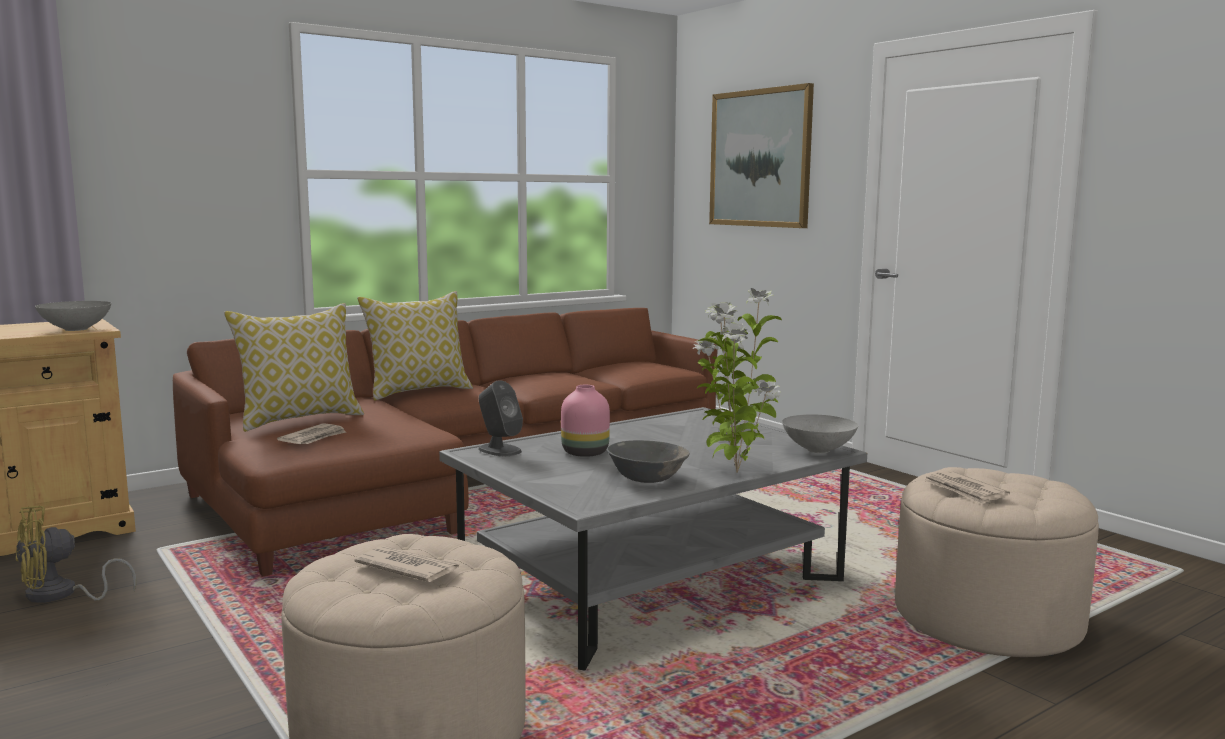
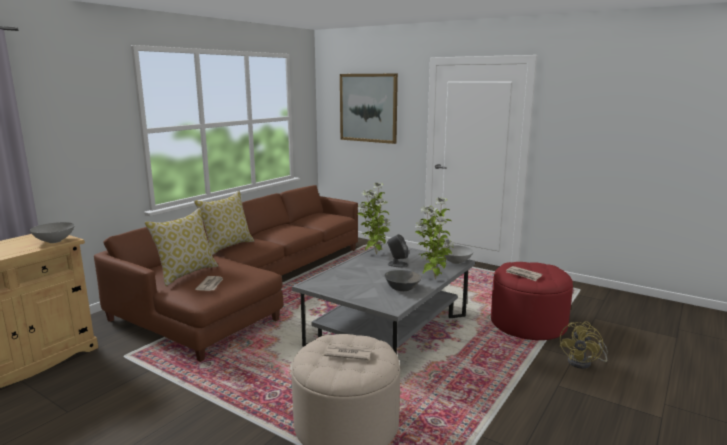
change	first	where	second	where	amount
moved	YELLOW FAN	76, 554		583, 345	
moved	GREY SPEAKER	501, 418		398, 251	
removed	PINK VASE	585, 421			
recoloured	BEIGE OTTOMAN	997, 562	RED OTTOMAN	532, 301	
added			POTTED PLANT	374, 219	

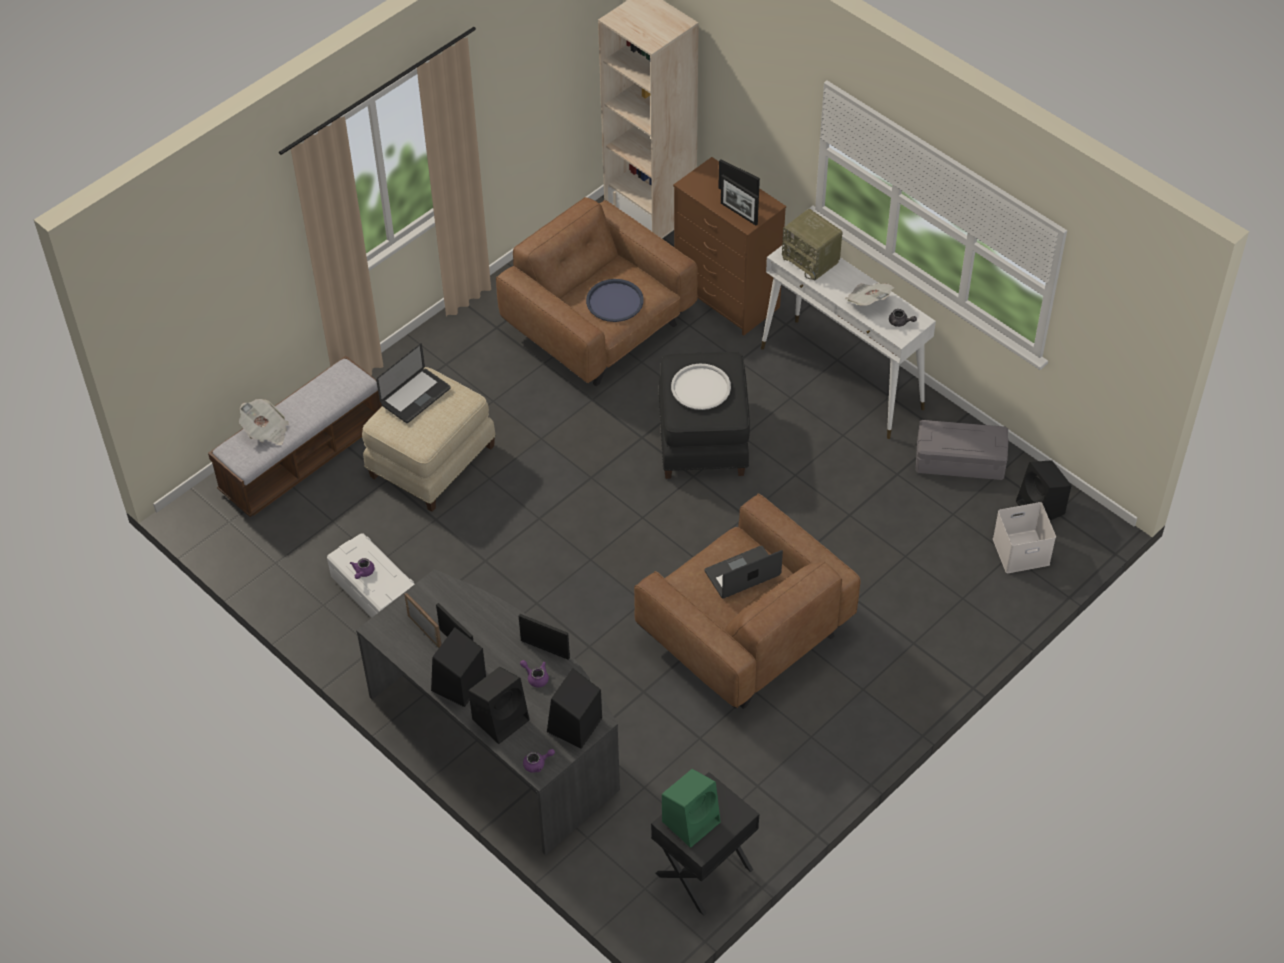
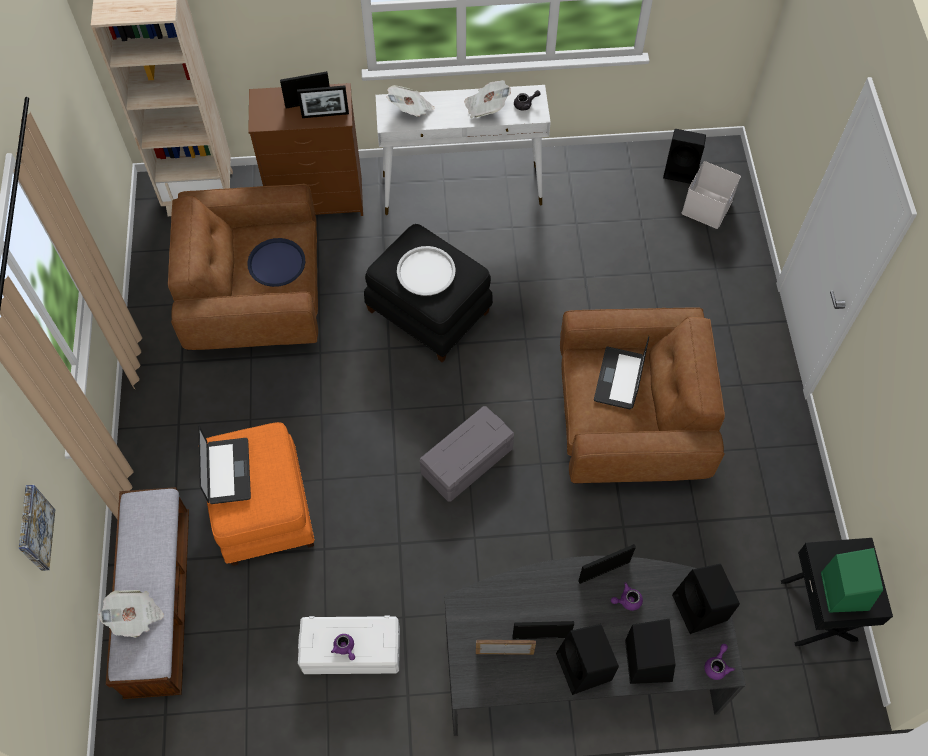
change	first	where	second	where	amount
recoloured	BEIGE OTTOMAN	429, 439	ORANGE OTTOMAN	260, 494	
replaced	RADIO	812, 244	NEWSPAPER	410, 101	
moved	GREY STORAGE BOX	962, 450		467, 454	
added			PICTURE	37, 528	

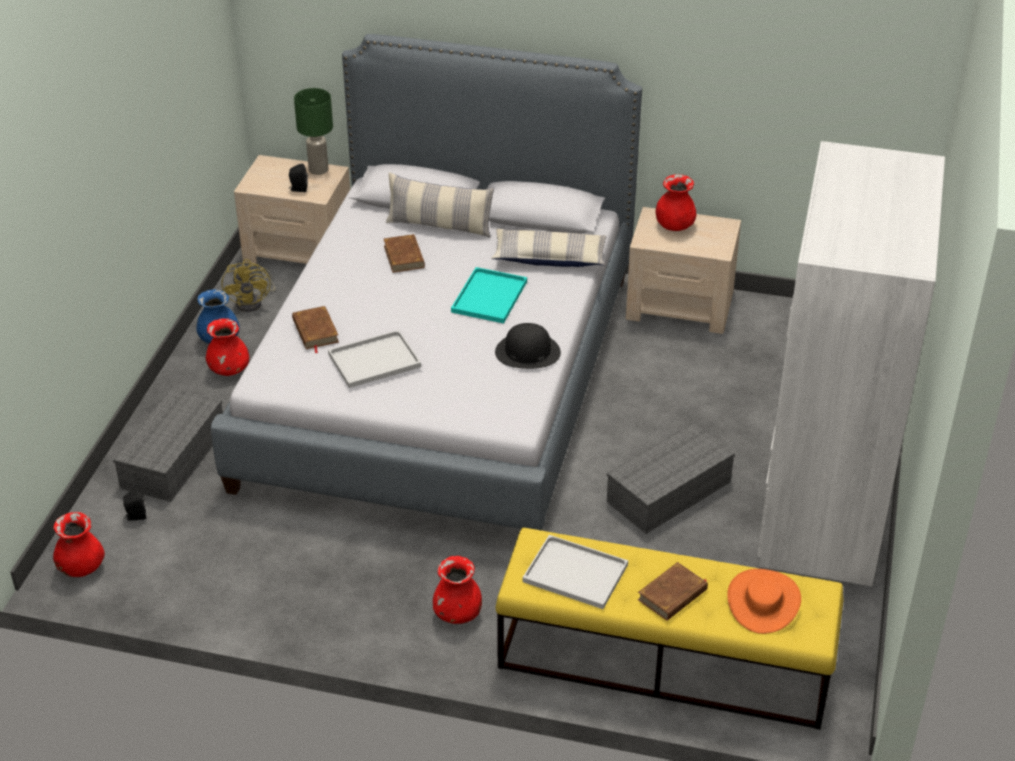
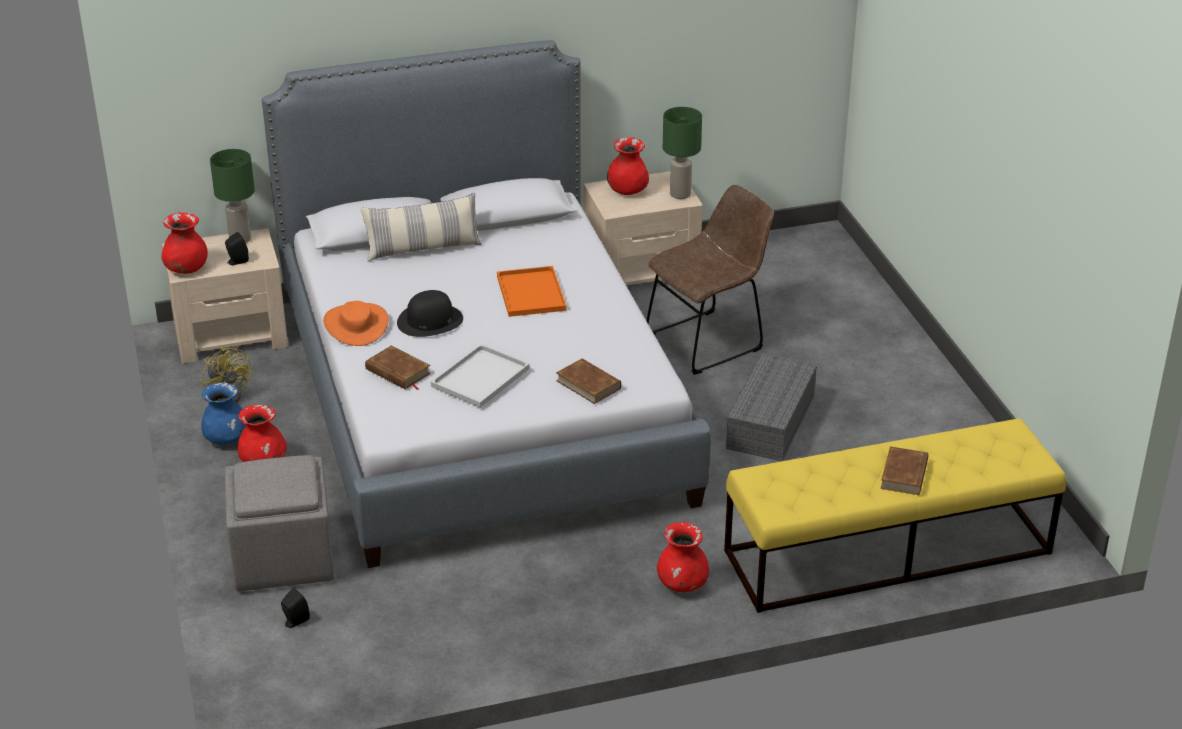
change	first	where	second	where	amount
moved	RED VASE	79, 544		185, 243	
replaced	GREY STORAGE BOX	168, 445	GREY OTTOMAN	279, 523	
moved	BROWN BOOK	404, 253		588, 381	
recoloured	TURQUOISE TRAY	489, 295	ORANGE TRAY	531, 291	
removed	PILLOW	549, 248			
moved	BLACK HAT	528, 346		430, 313	
removed	WHITE TRAY	575, 572			
moved	ORANGE HAT	764, 601		355, 323	
removed	WHITE WARDROBE	851, 363			
added			BROWN CHAIR	710, 280	
added			GREEN TABLE LAMP	682, 153	

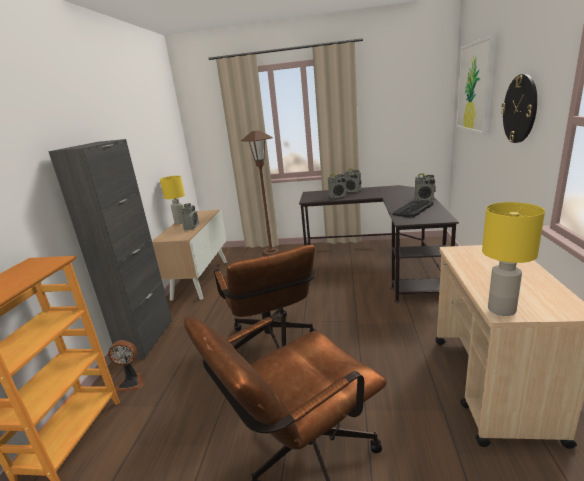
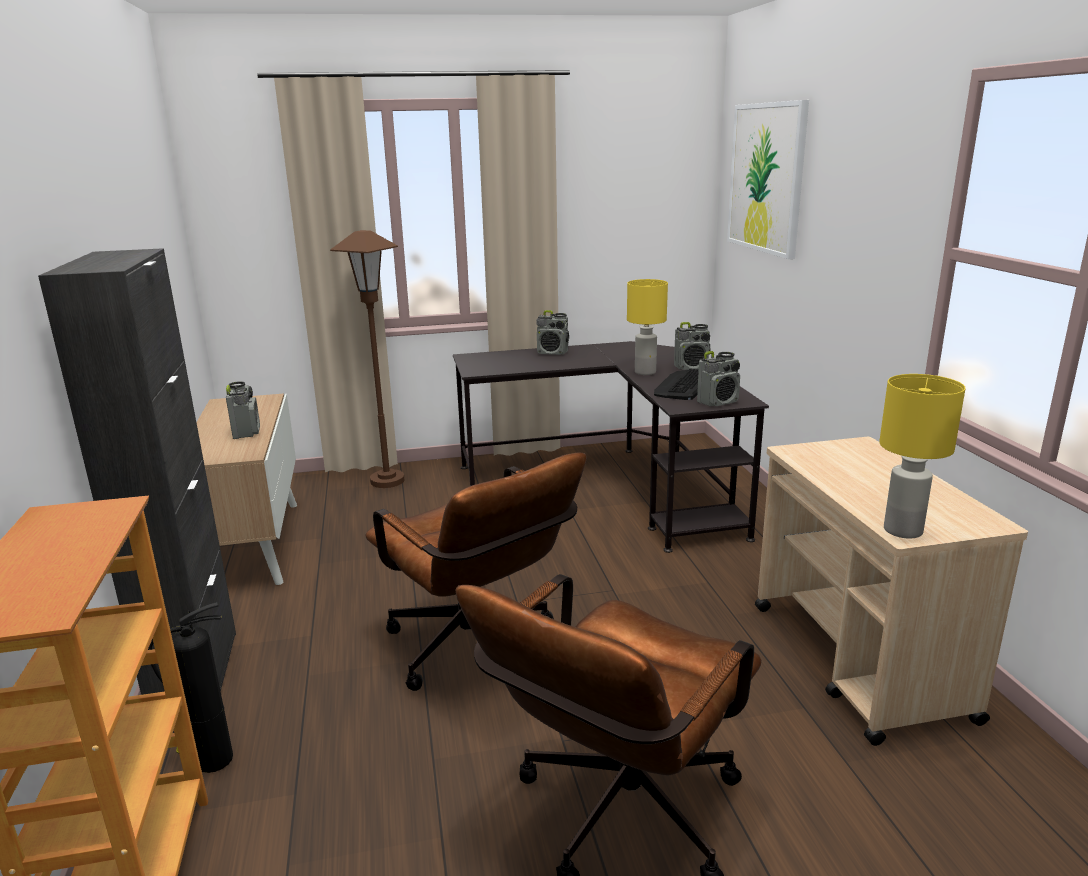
change	first	where	second	where	amount
replaced	FAN	125, 366	FIRE EXTINGUISHER	190, 687	
moved	YELLOW TABLE LAMP	172, 200		647, 327	
moved	RADIO	337, 186		718, 378	
removed	WALL CLOCK	519, 108			

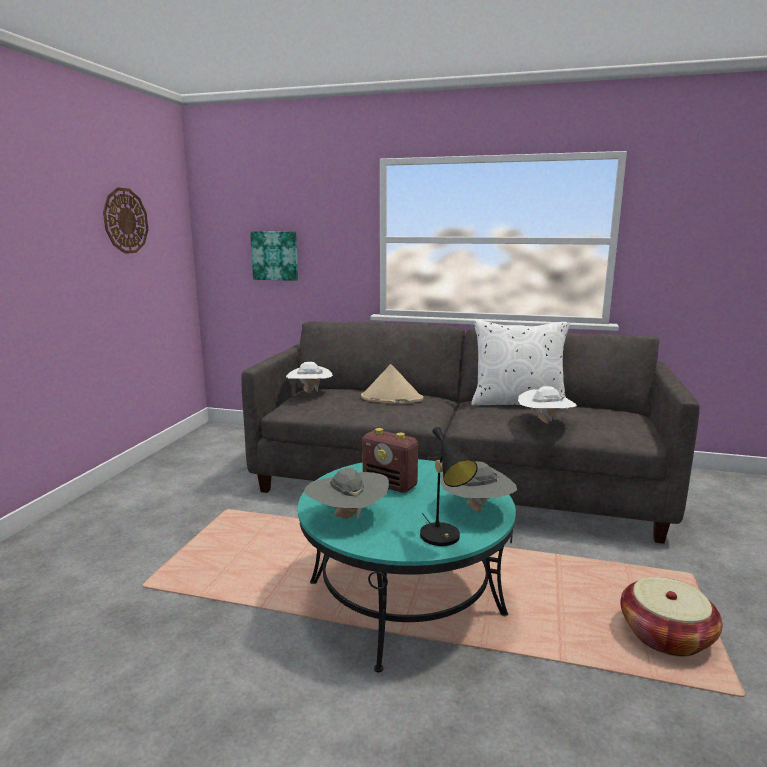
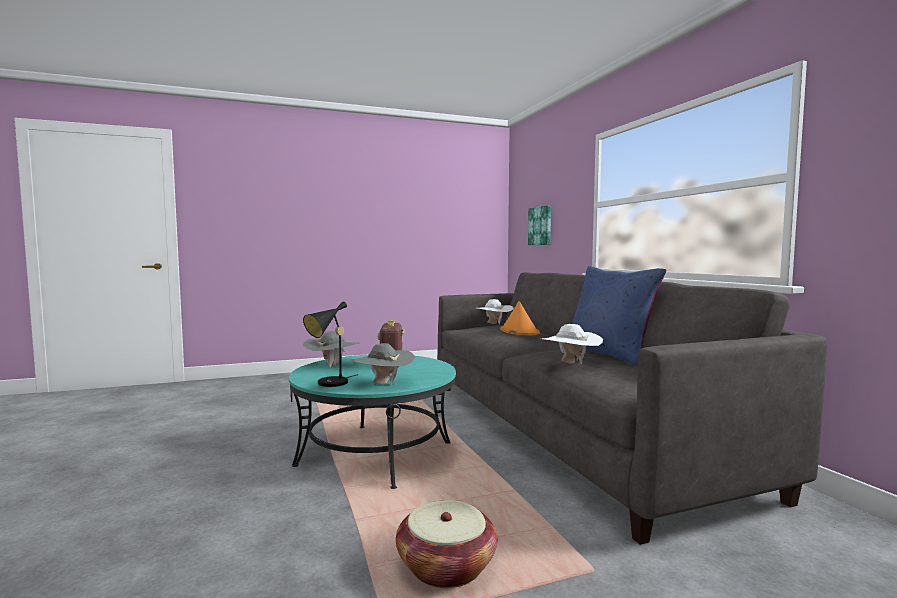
change	first	where	second	where	amount
removed	WALL CLOCK	126, 220			
recoloured	BEIGE HAT	392, 384	ORANGE HAT	520, 318	
recoloured	WHITE PILLOW	520, 364	BLUE PILLOW	620, 316	

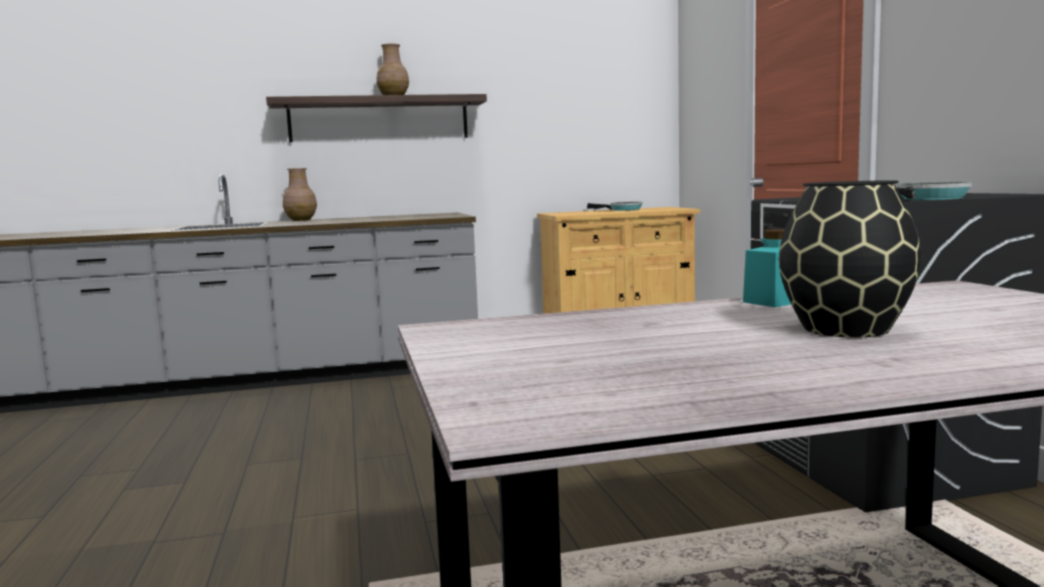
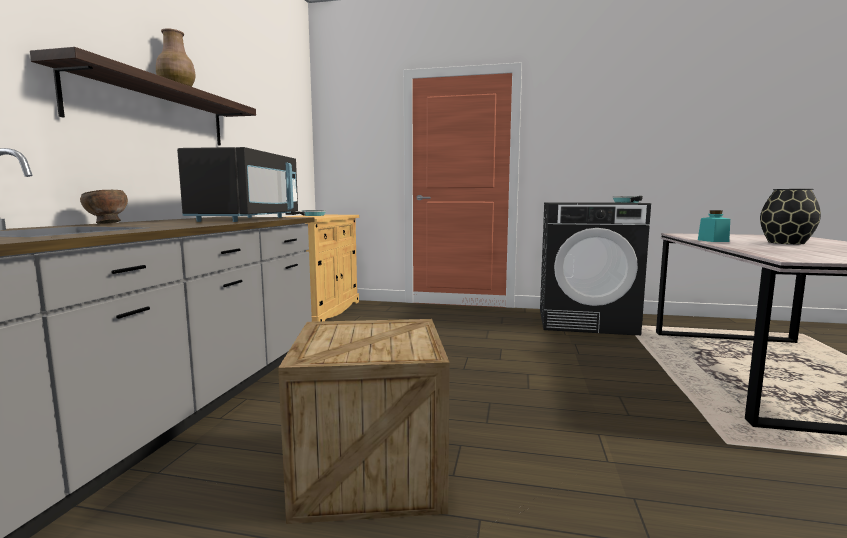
change	first	where	second	where	amount
replaced	BROWN VASE	300, 194	BROWN BOWL	104, 207	
added			BLACK MICROWAVE	237, 184	
added			CRATE	364, 421	

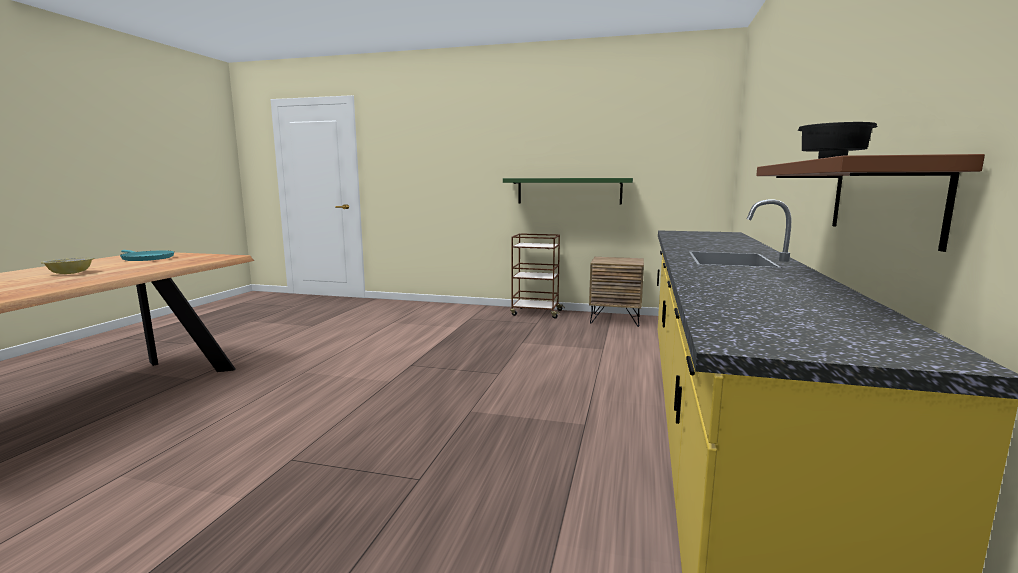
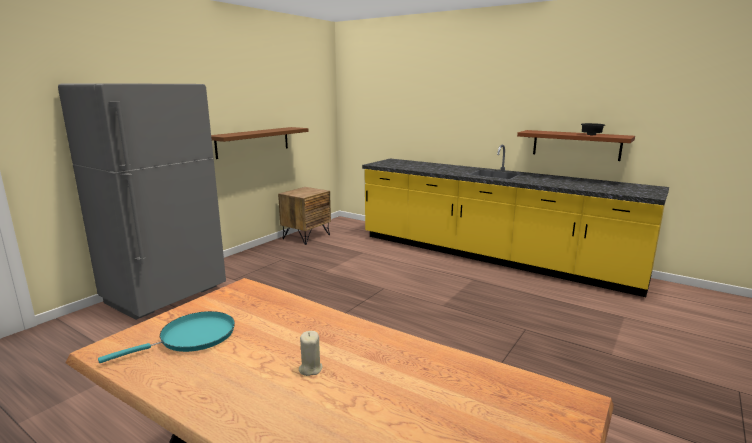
change	first	where	second	where	amount
replaced	BOWL	67, 265	BEIGE CANDLE	311, 353	
recoloured	GREEN SHELF	568, 191	BROWN SHELF	260, 143	
removed	BROWN CART	537, 275			
added			GREY FRIDGE	142, 201	

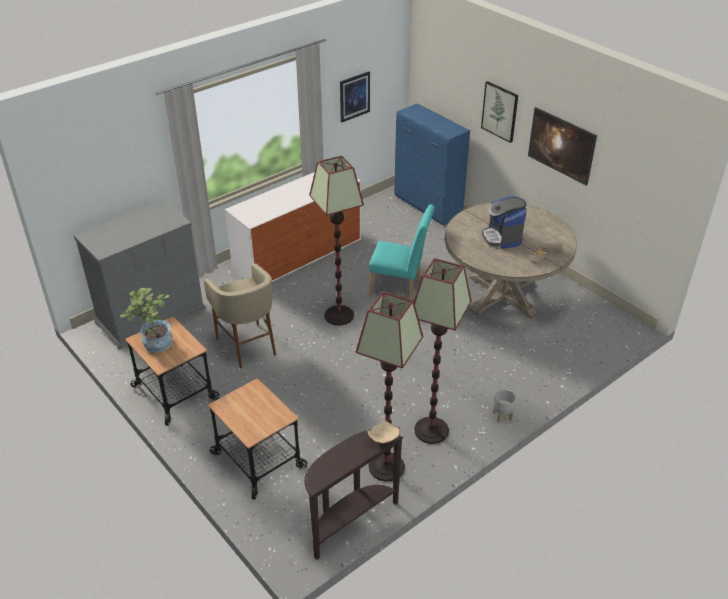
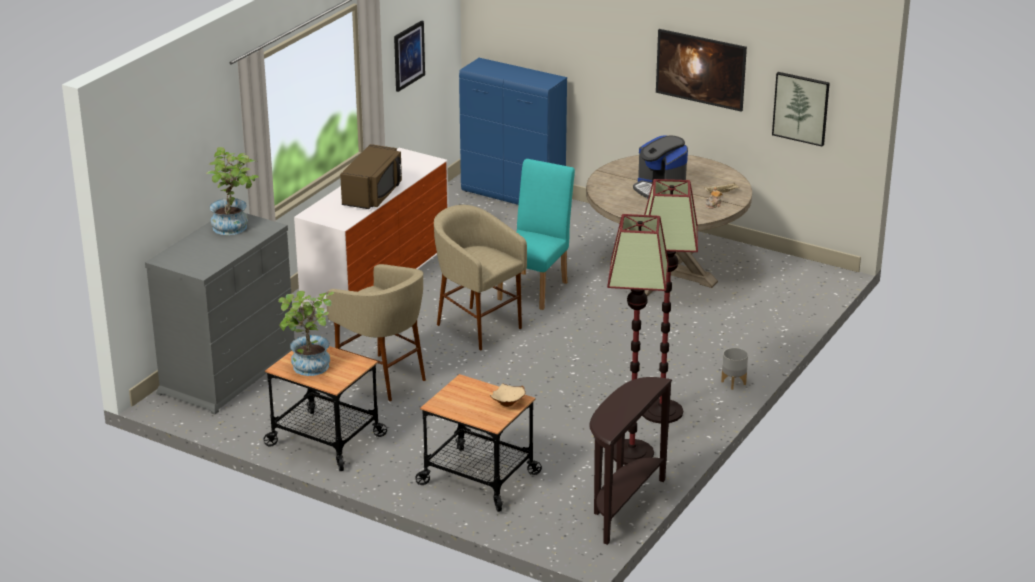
change	first	where	second	where	amount
replaced	FLOOR LAMP	336, 241	BEIGE STOOL	480, 277	
moved	BEIGE BOWL	384, 432		508, 395	
turned	TURQUOISE CHAIR	402, 252		536, 234	60 degrees counterclockwise
moved	PICTURE	499, 112		801, 109	
added			POTTED PLANT	232, 191	
added			BROWN MICROWAVE	371, 176	

